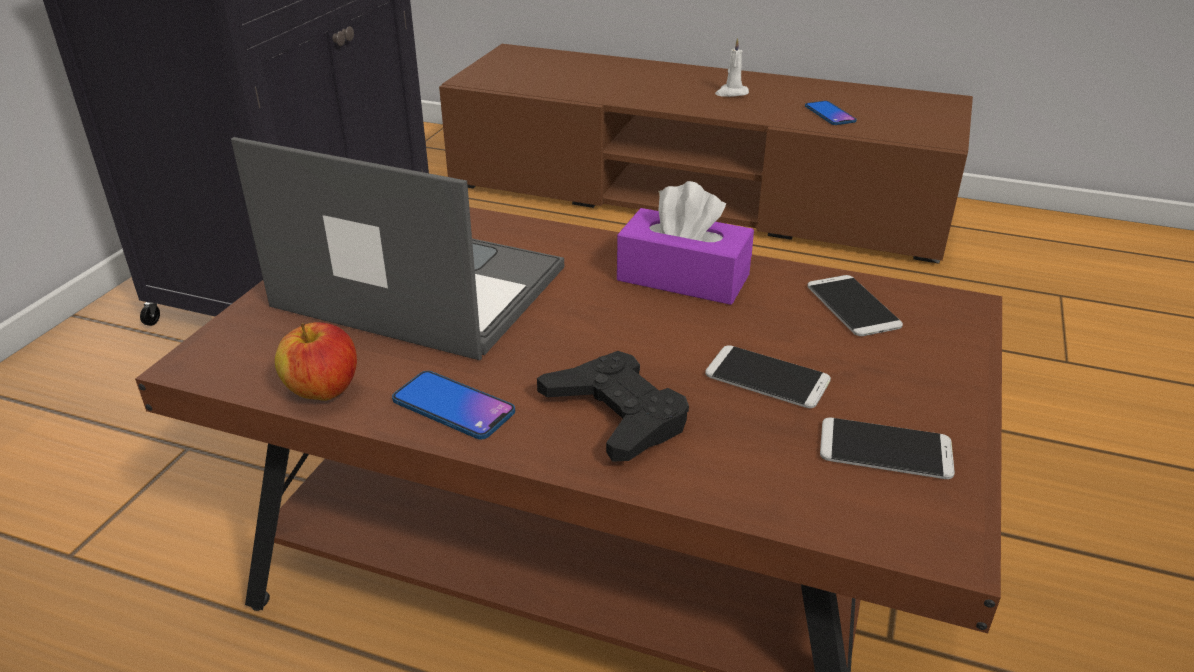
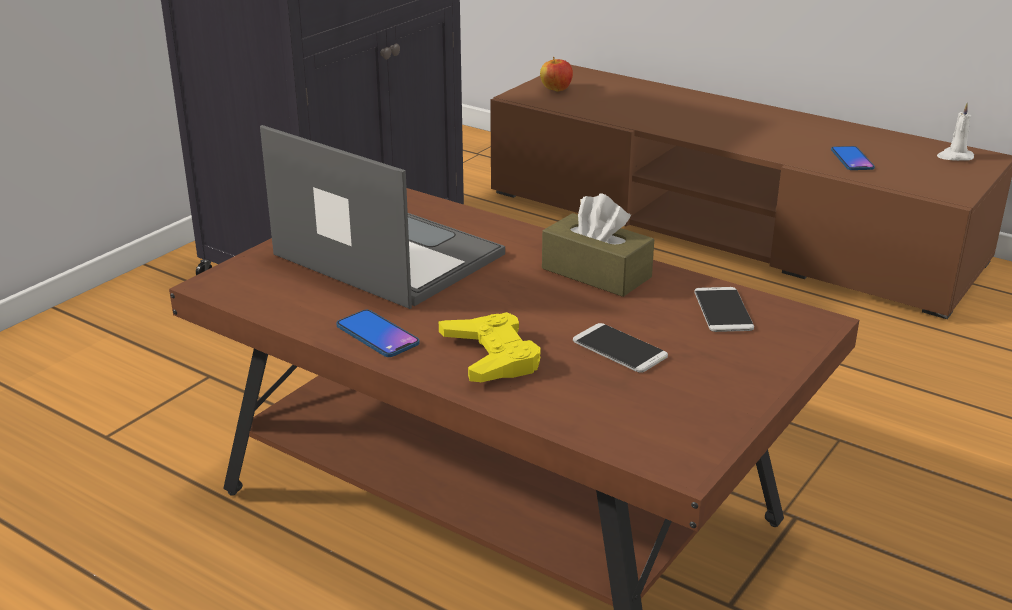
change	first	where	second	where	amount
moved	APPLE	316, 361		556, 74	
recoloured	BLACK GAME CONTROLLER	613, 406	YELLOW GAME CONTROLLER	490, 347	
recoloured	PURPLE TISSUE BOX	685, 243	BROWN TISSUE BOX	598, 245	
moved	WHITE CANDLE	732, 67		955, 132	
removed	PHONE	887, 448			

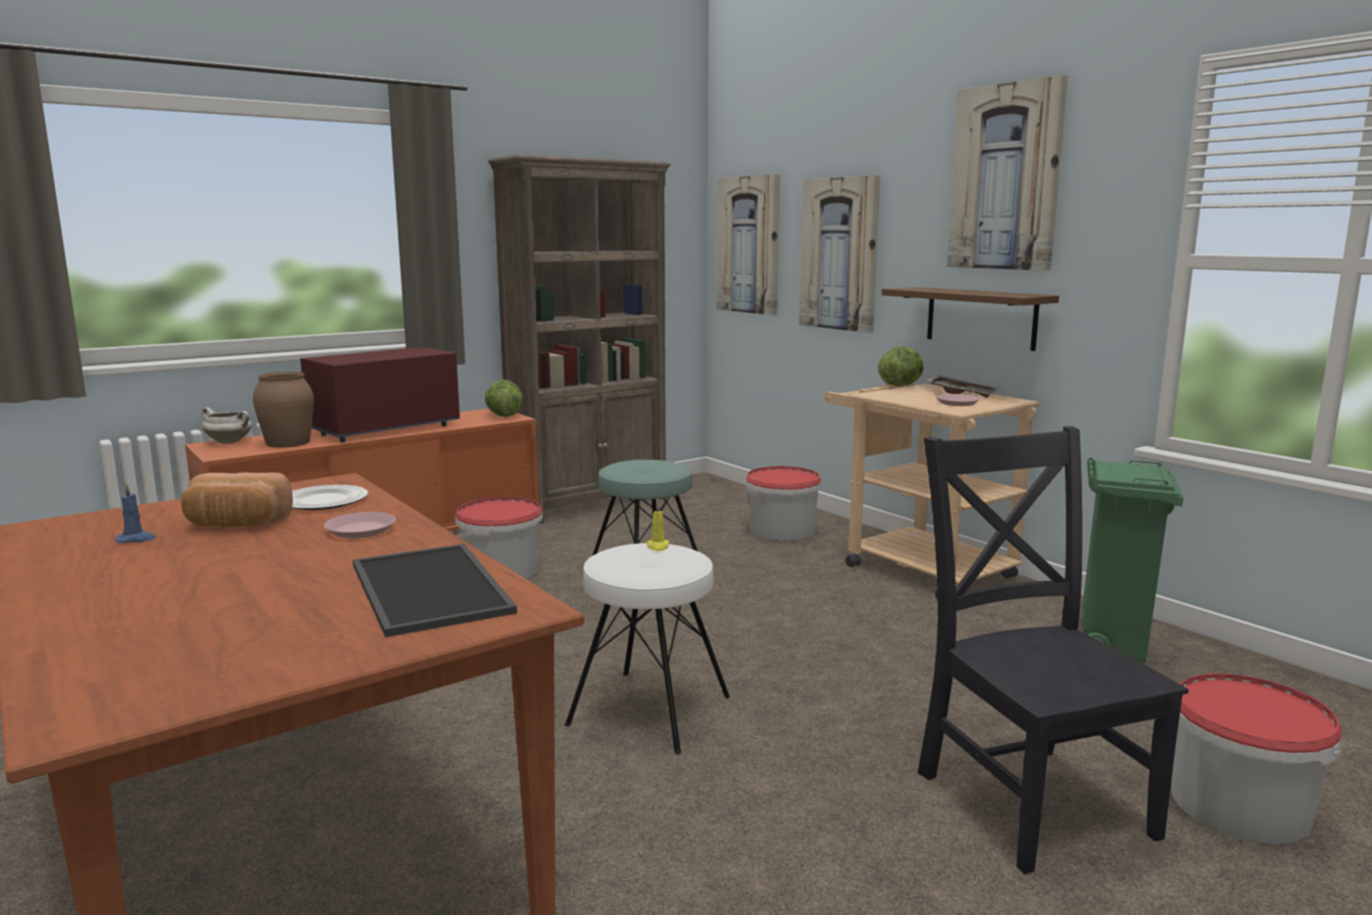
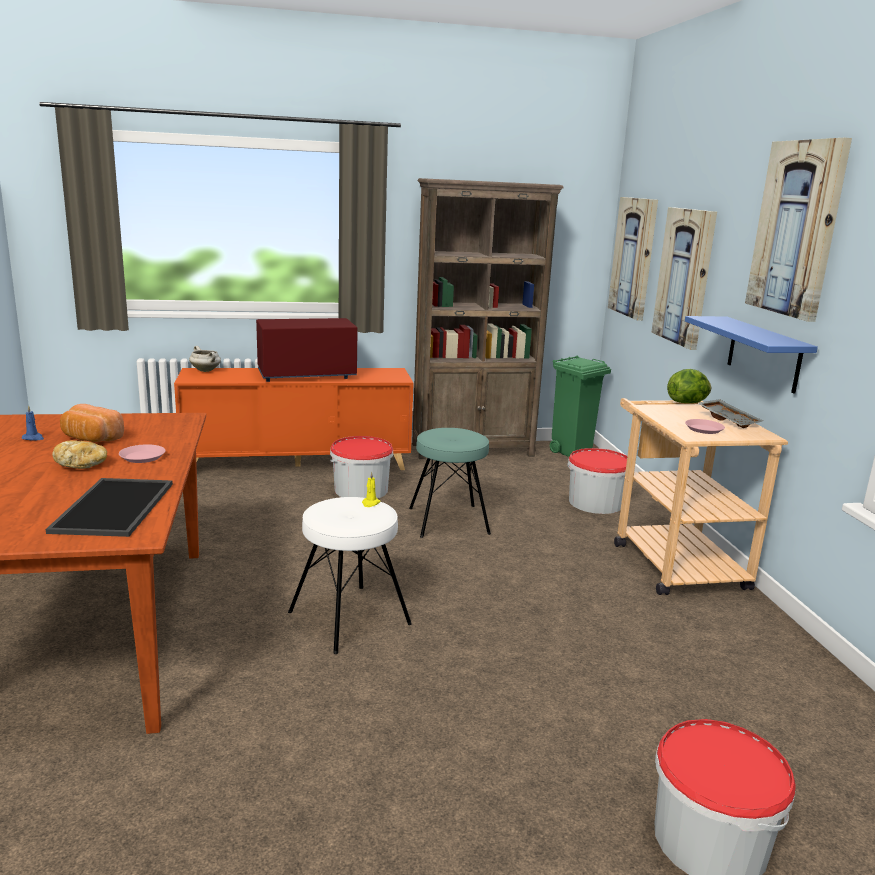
change	first	where	second	where	amount
removed	BROWN VASE	283, 410			
removed	PLATE	330, 497			
removed	LETTUCE	504, 398			
recoloured	BROWN SHELF	970, 319	BLUE SHELF	751, 355	
removed	BLACK CHAIR	1053, 650			
moved	GREEN TRASH CAN	1132, 560		580, 406	
added			BREAD	79, 454	

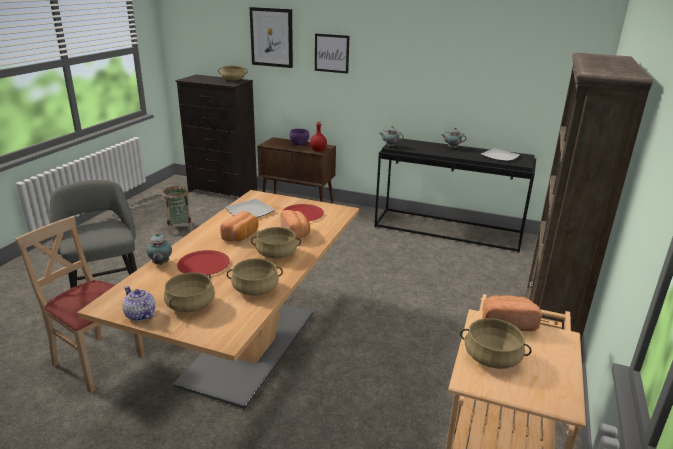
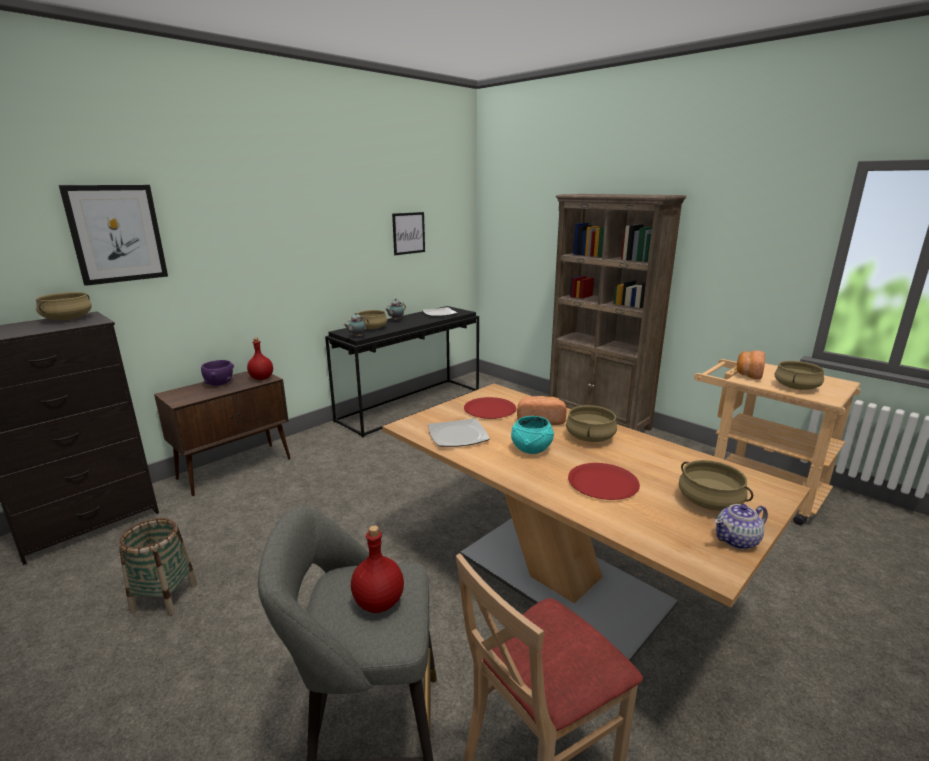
change	first	where	second	where	amount
removed	TEAPOT	159, 249			
replaced	BREAD	239, 226	TURQUOISE BOWL	532, 435	
moved	BEIGE COOKING POT	255, 277		372, 319	
moved	PICTURE	332, 54		408, 233	
added			RED BOTTLE	377, 569	

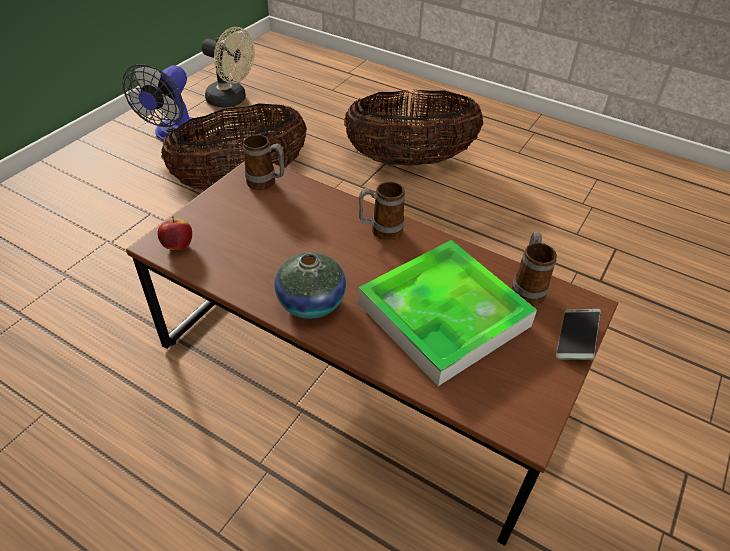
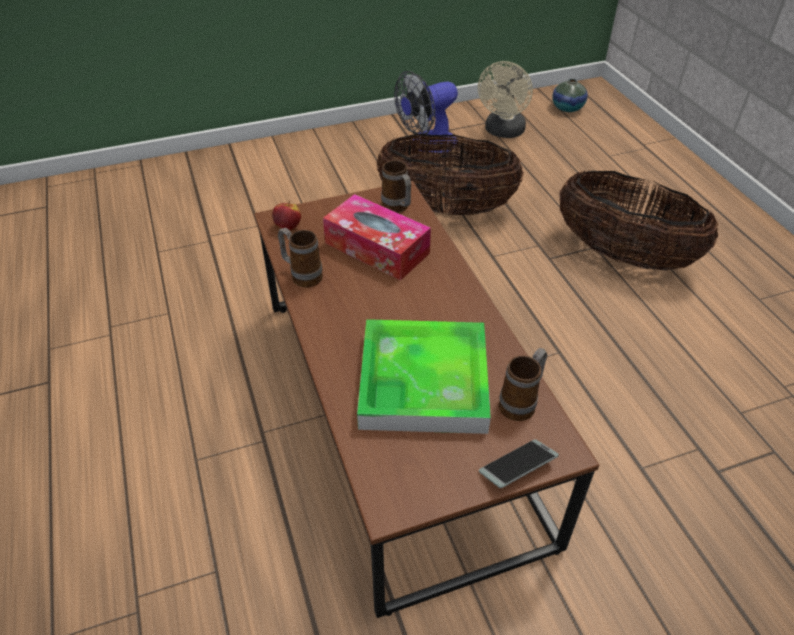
change	first	where	second	where	amount
turned	BEIGE FAN	228, 67		505, 99	45 degrees clockwise
moved	VASE	310, 285		570, 95	
moved	MUG	382, 211		300, 257	
added			TISSUE BOX	377, 237	

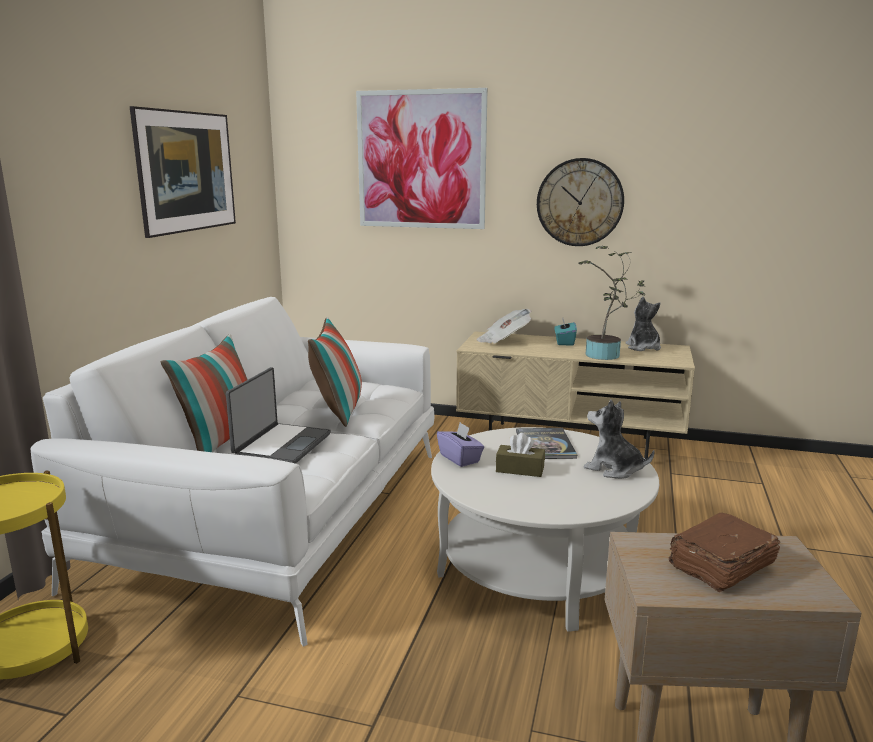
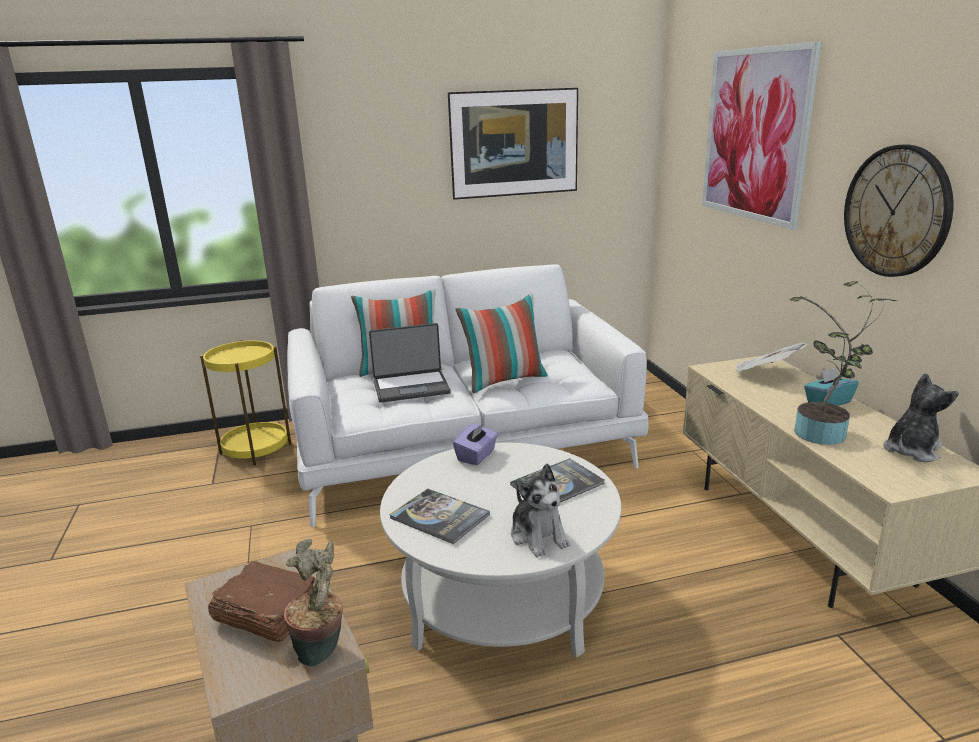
change	first	where	second	where	amount
removed	BROWN TISSUE BOX	520, 455			
turned	PLUSH TOY	619, 439		540, 511	150 degrees clockwise
added			POTTED PLANT	313, 603	
added			BOOK	440, 516	

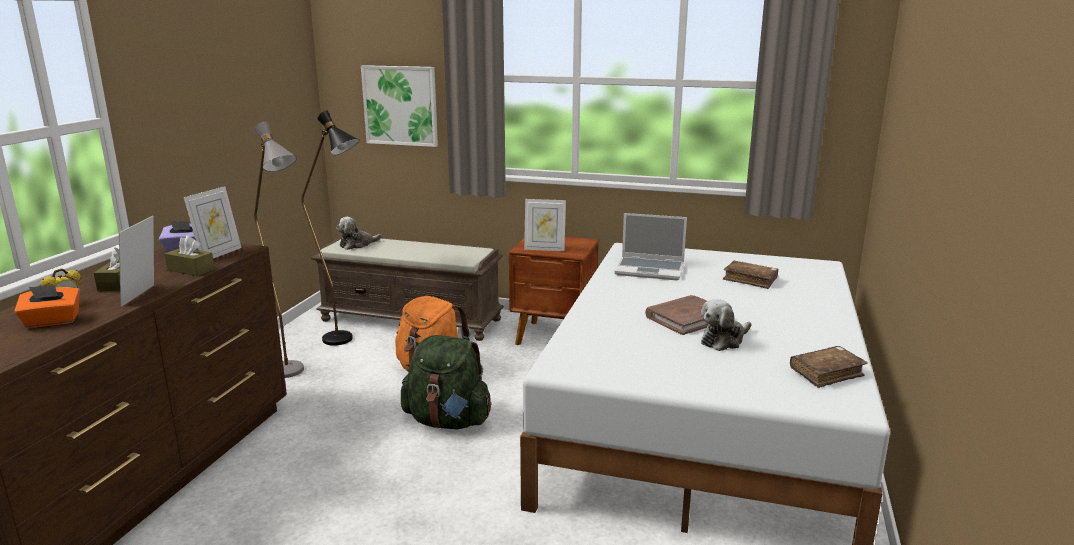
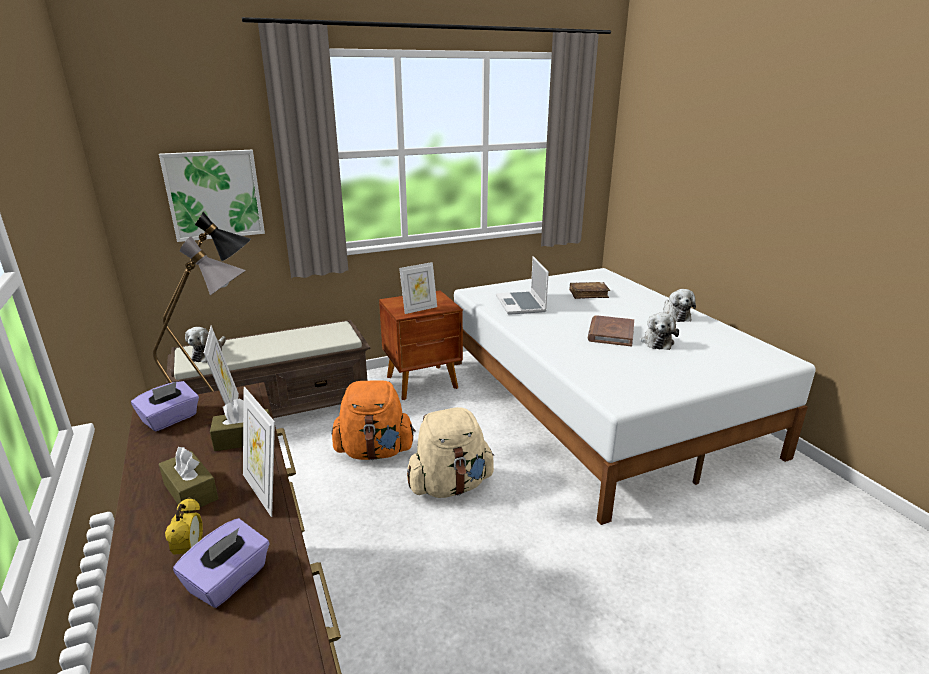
change	first	where	second	where	amount
recoloured	ORANGE TISSUE BOX	47, 306	PURPLE TISSUE BOX	221, 563	
recoloured	GREEN BACKPACK	446, 382	BEIGE BACKPACK	450, 452	
turned	LAPTOP	650, 246		522, 285	105 degrees clockwise
removed	BROWN BOOK	829, 367			
added			PLUSH TOY	679, 305	

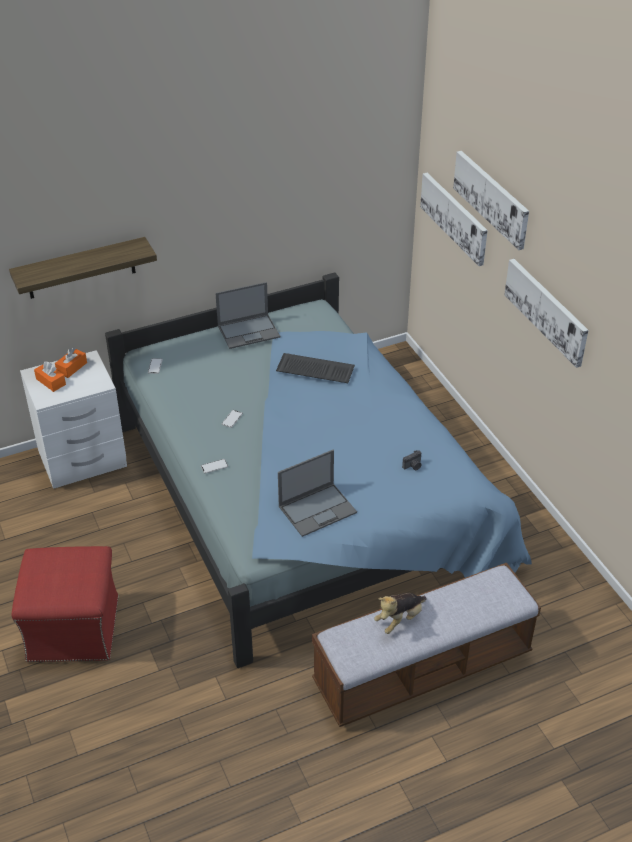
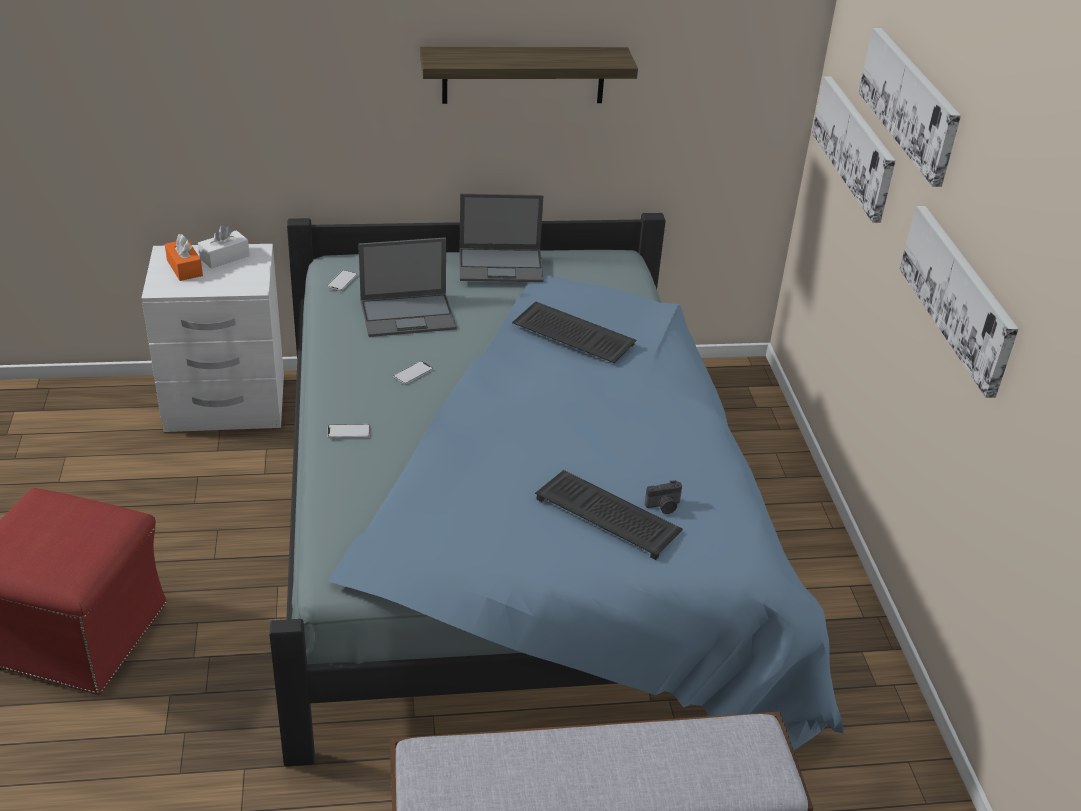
change	first	where	second	where	amount
moved	SHELF	83, 268		529, 75	
recoloured	ORANGE TISSUE BOX	71, 362	WHITE TISSUE BOX	224, 247	
moved	LAPTOP	317, 493		407, 287	
removed	PLUSH TOY	400, 613			
added			KEYBOARD	609, 515	

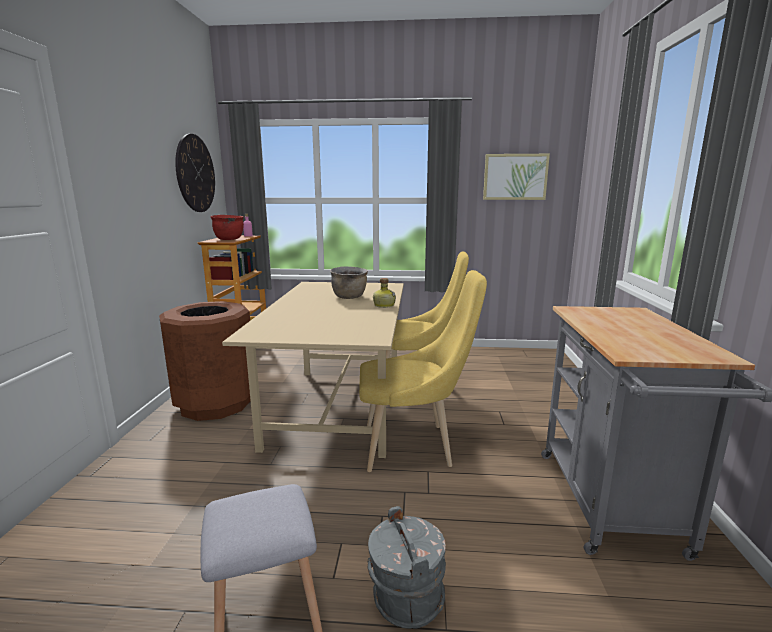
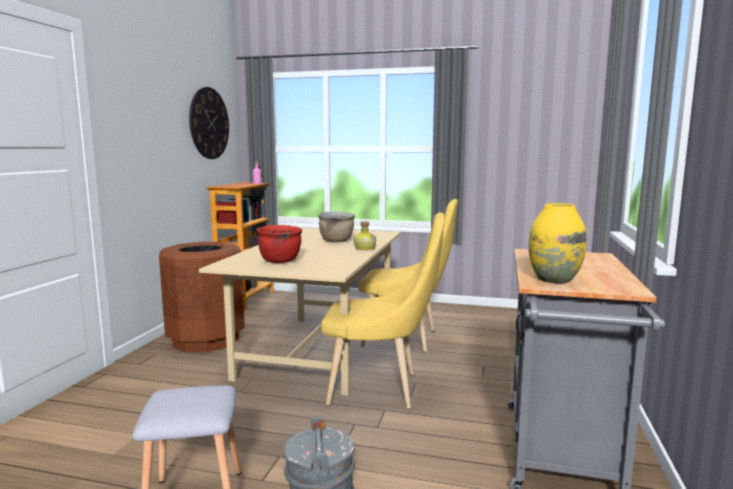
change	first	where	second	where	amount
moved	RED COOKING POT	227, 227		279, 244	
removed	PICTURE	516, 177			
added			YELLOW VASE	558, 243	

